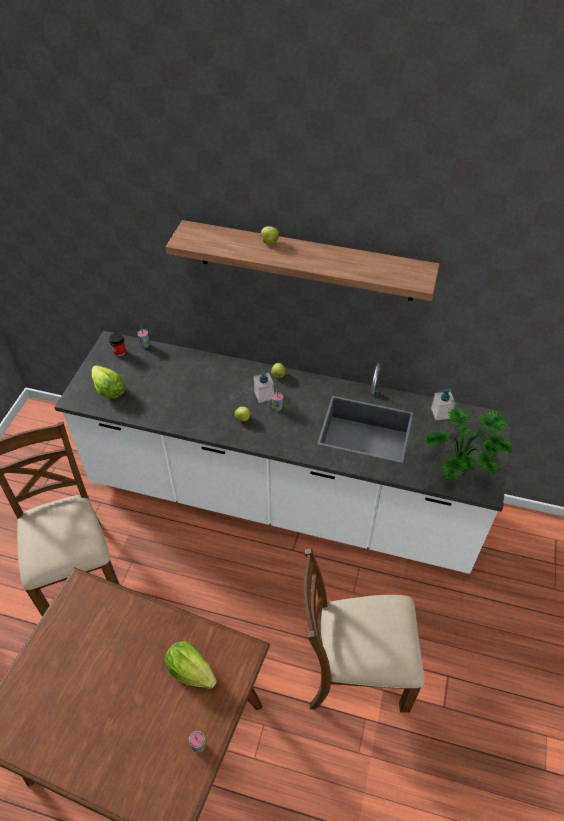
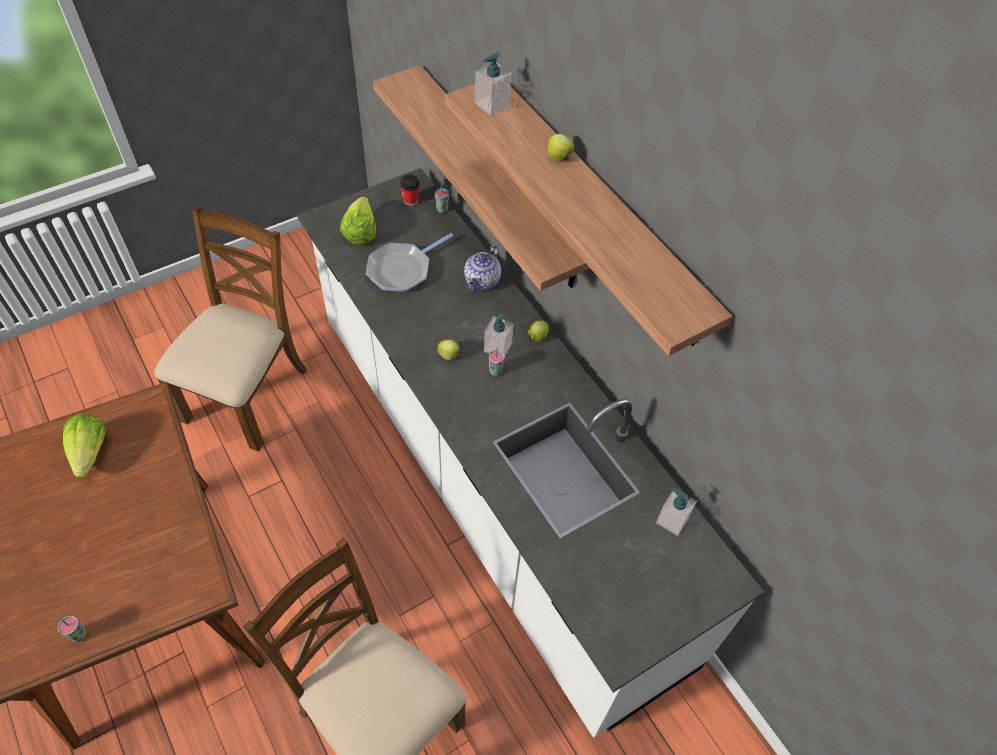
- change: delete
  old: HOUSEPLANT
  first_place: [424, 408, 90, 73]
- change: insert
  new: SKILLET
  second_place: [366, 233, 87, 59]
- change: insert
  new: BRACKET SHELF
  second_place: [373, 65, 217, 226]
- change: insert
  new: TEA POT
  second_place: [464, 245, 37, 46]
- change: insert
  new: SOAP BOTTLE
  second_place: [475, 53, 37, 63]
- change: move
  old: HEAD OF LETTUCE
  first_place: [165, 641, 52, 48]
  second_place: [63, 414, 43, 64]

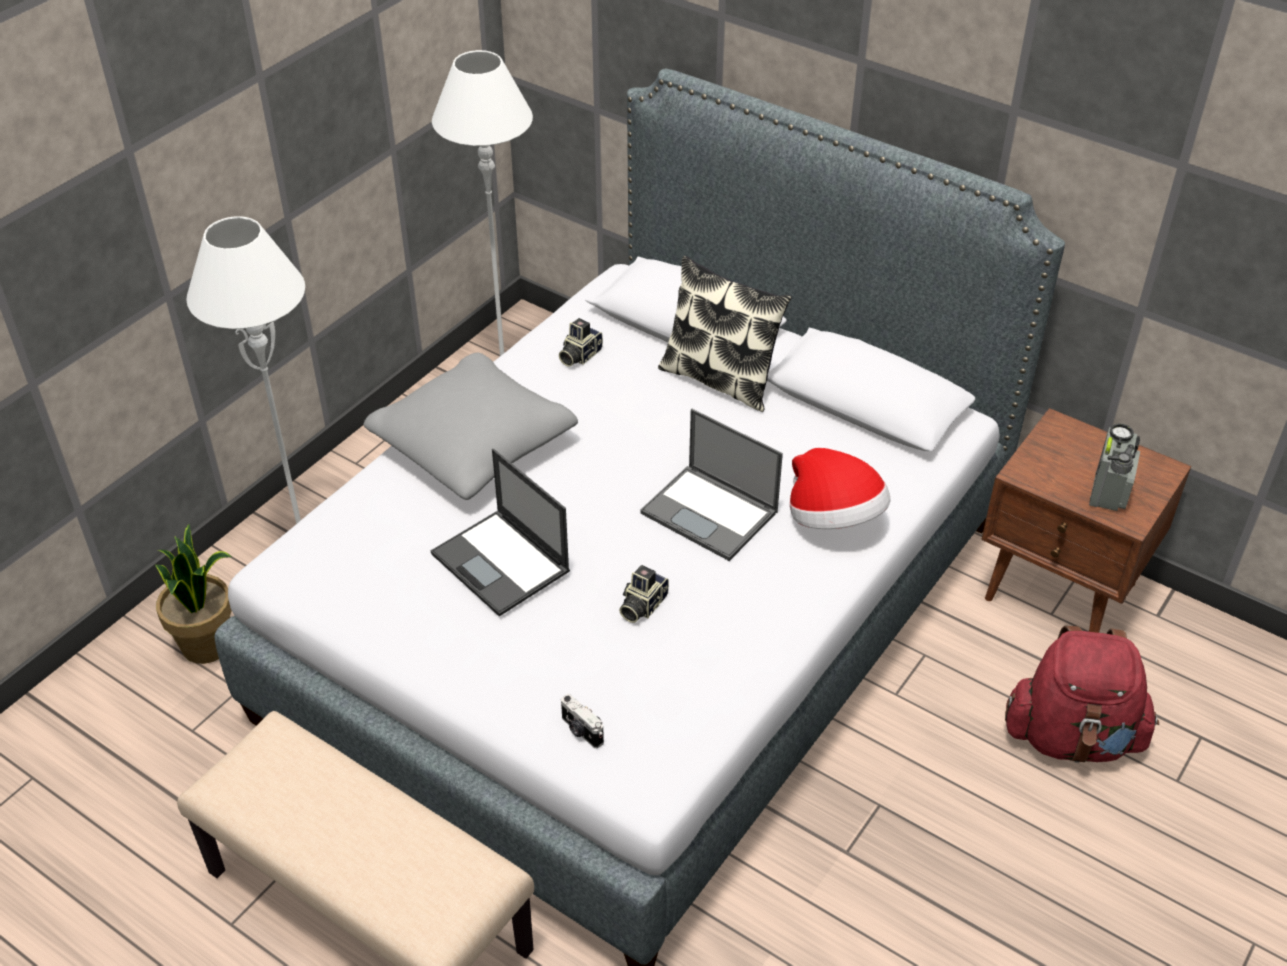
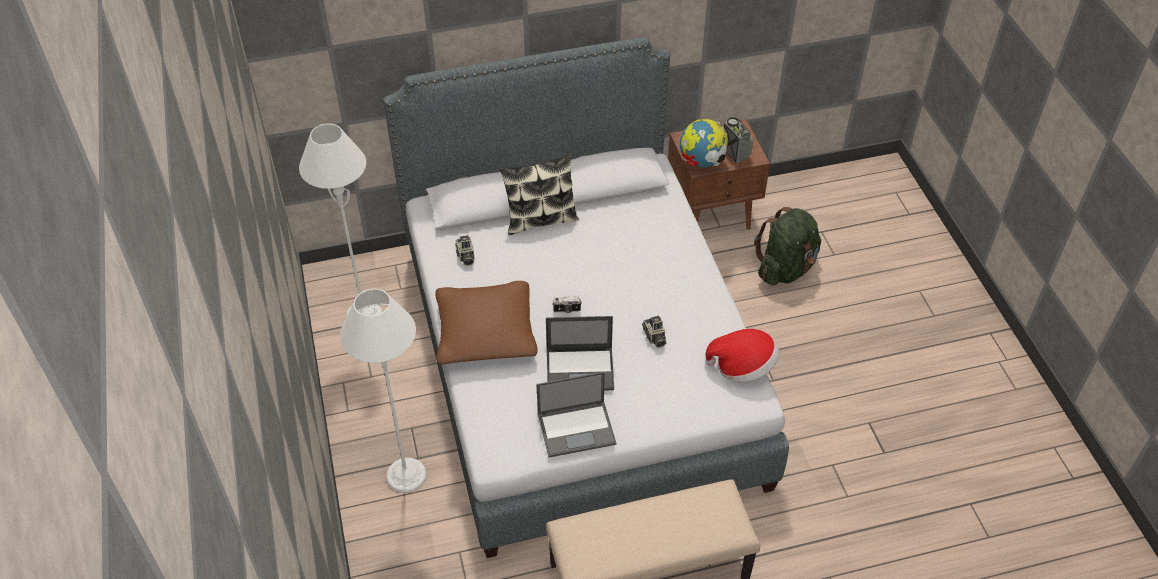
- change: delete
  old: HOUSEPLANT
  first_place: [155, 523, 77, 141]
- change: insert
  new: WORLD GLOBE
  second_place: [680, 119, 48, 48]
- change: move
  old: STILL CAMERA
  first_place: [561, 694, 43, 54]
  second_place: [552, 296, 30, 17]
- change: move
  old: PORTABLE COMPUTER
  first_place: [640, 409, 143, 152]
  second_place: [536, 372, 80, 86]
- change: move
  old: HAT
  first_place: [790, 448, 101, 81]
  second_place: [705, 329, 74, 53]
- change: recolor
  old: GRAY PILLOW
  new: BROWN-COLOURED PILLOW
  first_place: [363, 353, 215, 147]
  second_place: [435, 281, 103, 83]
- change: recolor
  old: RED RUCKSACK
  new: GREEN-COLOURED RUCKSACK
  first_place: [1005, 626, 154, 137]
  second_place: [754, 207, 67, 78]

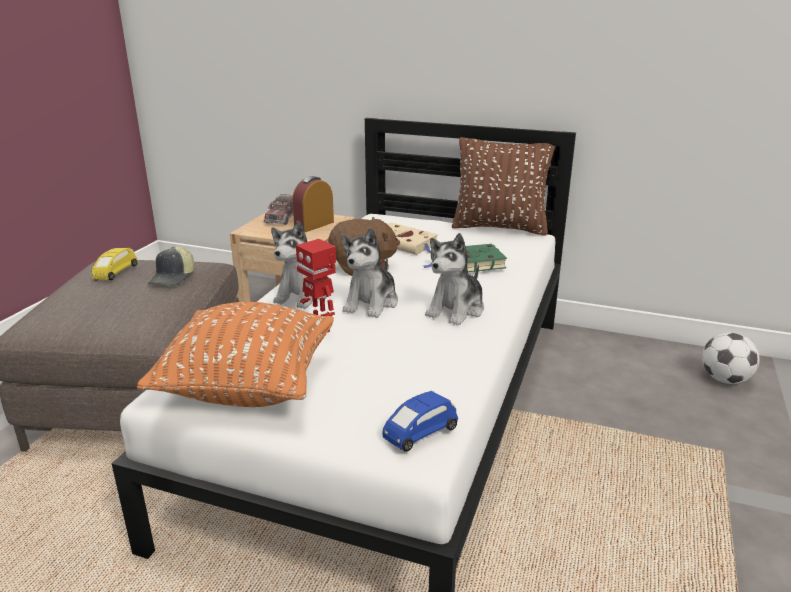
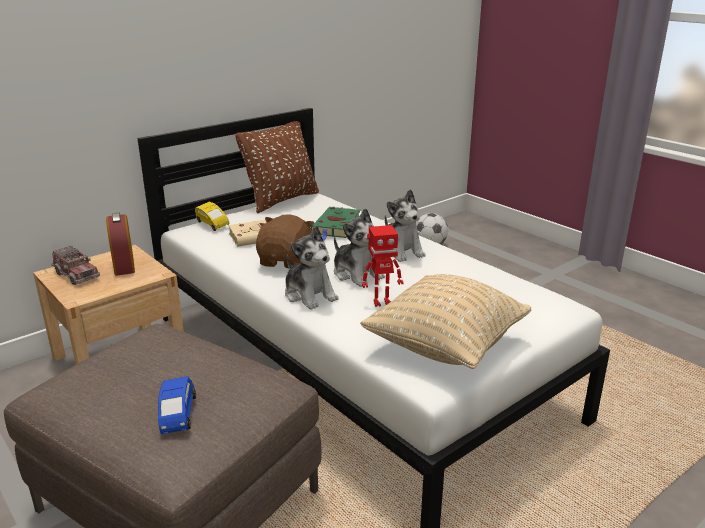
- change: delete
  old: CAP
  first_place: [148, 246, 46, 40]
- change: move
  old: YELLOWISH TOY CAR
  first_place: [91, 248, 46, 32]
  second_place: [195, 202, 35, 29]
- change: move
  old: BLUE-COLOURED TOY CAR
  first_place: [382, 391, 76, 61]
  second_place: [158, 376, 38, 58]
- change: recolor
  old: ORANGE-COLOURED PILLOW
  new: BEIGE PILLOW
  first_place: [137, 302, 197, 105]
  second_place: [360, 274, 171, 95]

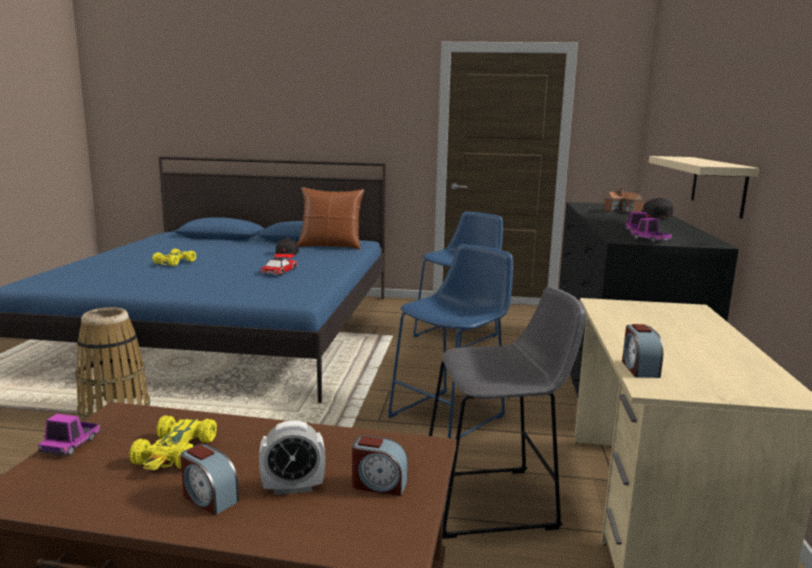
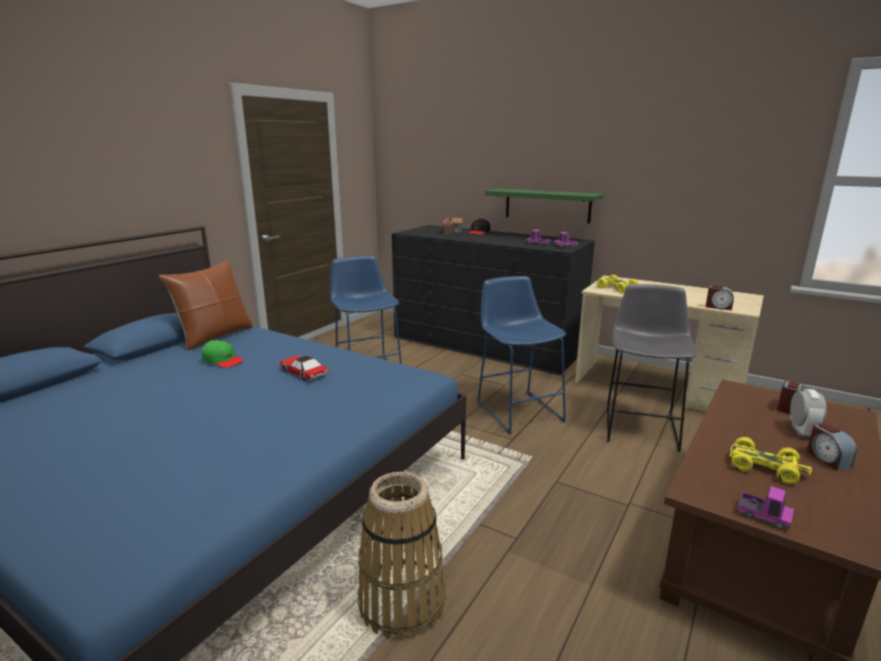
- change: move
  old: YELLOWISH TOY CAR
  first_place: [152, 248, 44, 18]
  second_place: [597, 275, 41, 18]
- change: recolor
  old: BLACK-COLOURED CAP
  new: GREEN-COLOURED CAP
  first_place: [274, 238, 25, 20]
  second_place: [201, 340, 43, 28]
- change: recolor
  old: BEIGE BRACKET SHELF
  new: GREEN-COLOURED BRACKET SHELF
  first_place: [649, 156, 110, 63]
  second_place: [485, 189, 119, 35]
- change: rotate
  old: BEDSIDE CLOCK
  first_place: [180, 444, 59, 71]
  second_place: [807, 423, 50, 48]
  degrees: 105

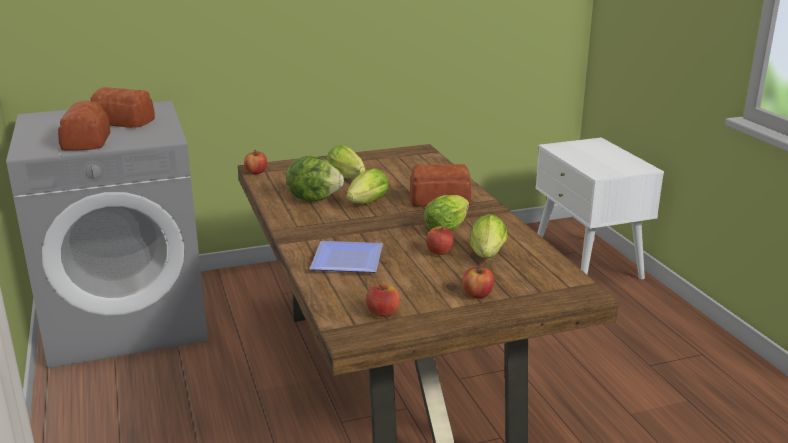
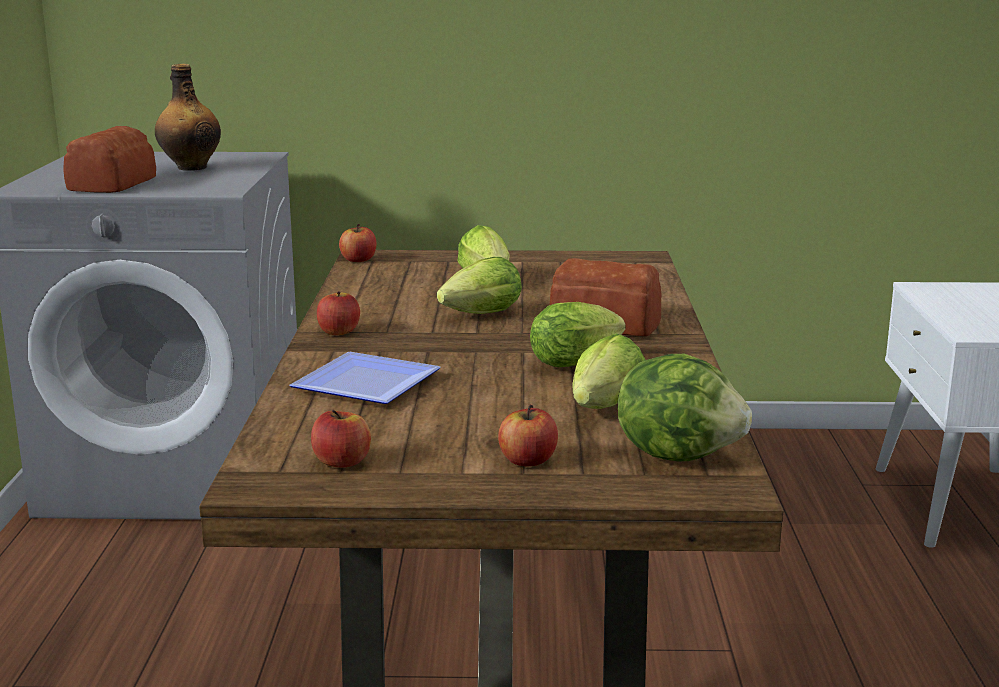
- change: move
  old: HEAD OF LETTUCE
  first_place: [286, 155, 58, 47]
  second_place: [618, 354, 134, 108]
- change: move
  old: APPLE
  first_place: [426, 226, 28, 29]
  second_place: [317, 291, 43, 44]
- change: replace
  old: BAKED BREAD
  new: BOTTLE
  first_place: [91, 87, 64, 41]
  second_place: [155, 64, 66, 107]

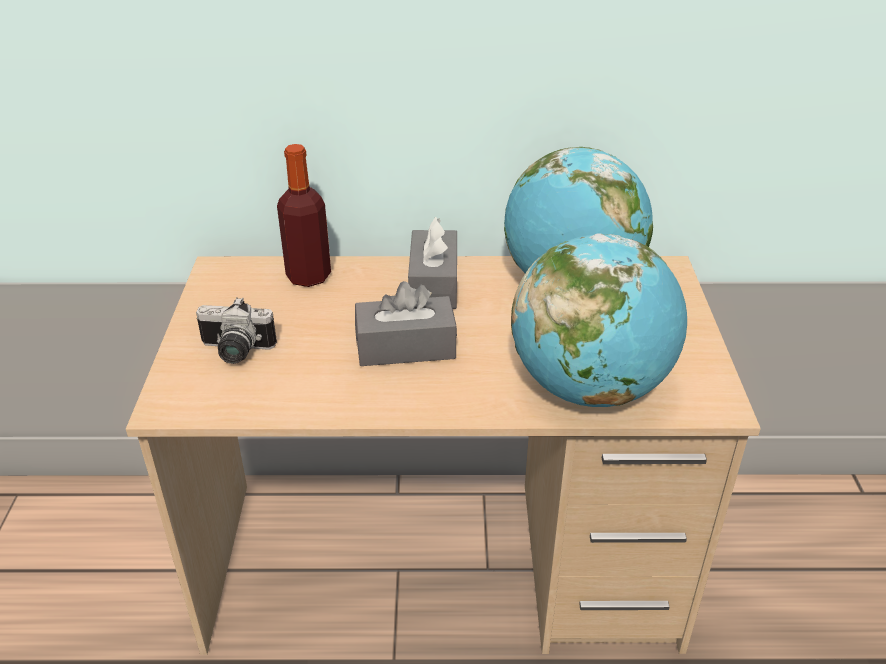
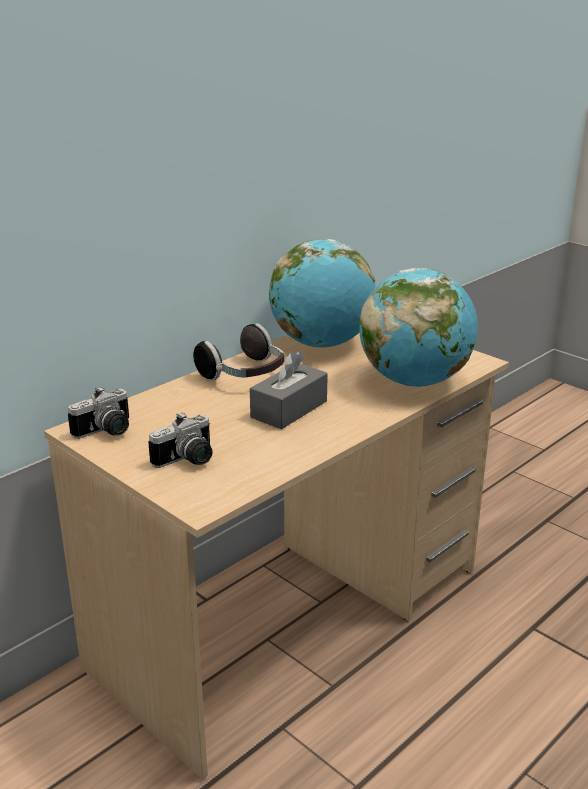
- change: delete
  old: BOTTLE
  first_place: [277, 144, 54, 143]
- change: insert
  new: STILL CAMERA
  second_place: [68, 386, 61, 53]
- change: replace
  old: GRAY TISSUE BOX
  new: PAIR OF HEADPHONES
  first_place: [408, 217, 49, 92]
  second_place: [193, 323, 91, 58]

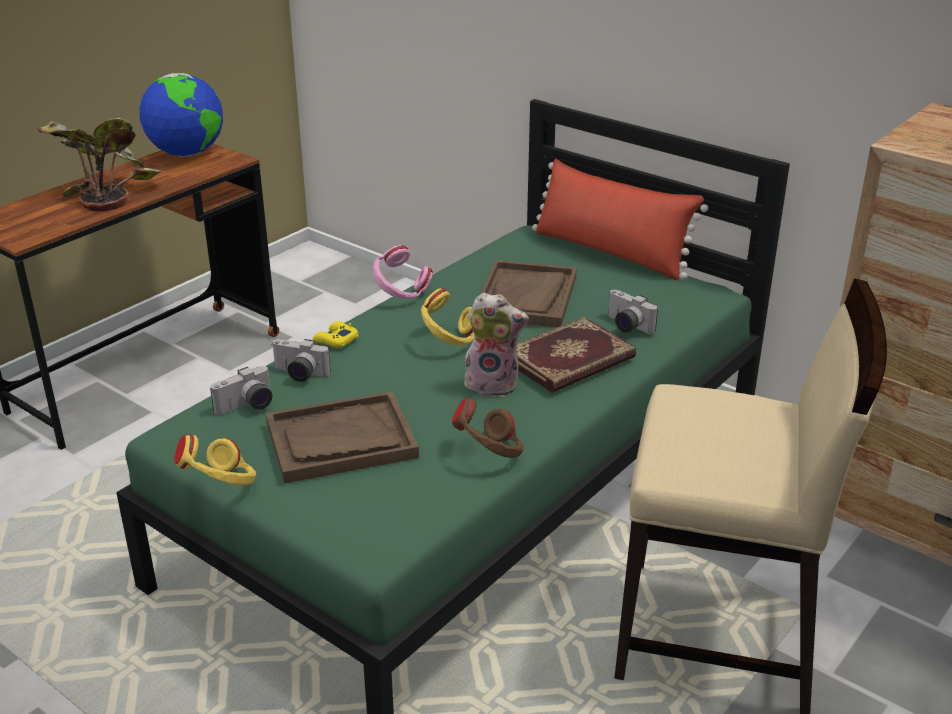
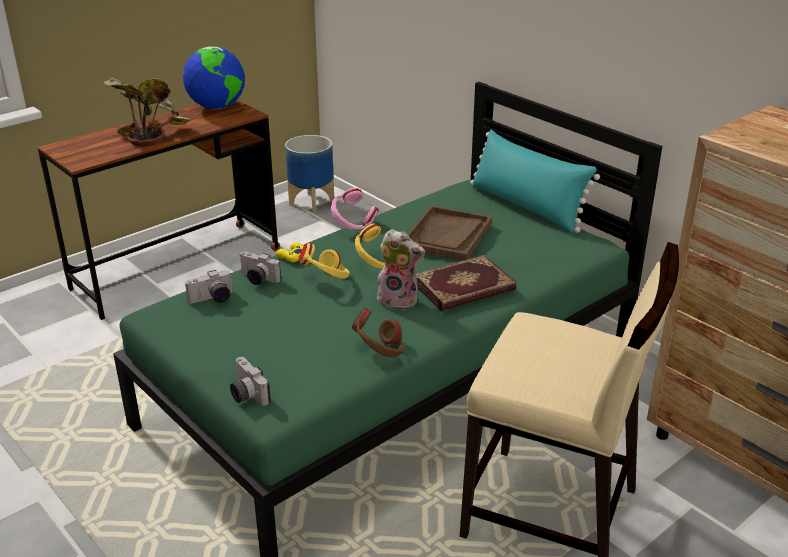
- change: delete
  old: BROWN-COLOURED CARRYING TRAY
  first_place: [266, 391, 153, 92]
- change: insert
  new: FLOWER POT
  second_place: [285, 135, 49, 78]
- change: move
  old: YELLOWISH PAIR OF HEADPHONES
  first_place: [174, 434, 82, 52]
  second_place: [299, 243, 51, 36]
- change: move
  old: STILL CAMERA
  first_place: [609, 290, 49, 44]
  second_place: [230, 357, 41, 49]
- change: recolor
  old: RED PILLOW
  new: TURQUOISE-COLOURED PILLOW
  first_place: [532, 159, 176, 121]
  second_place: [470, 130, 130, 103]

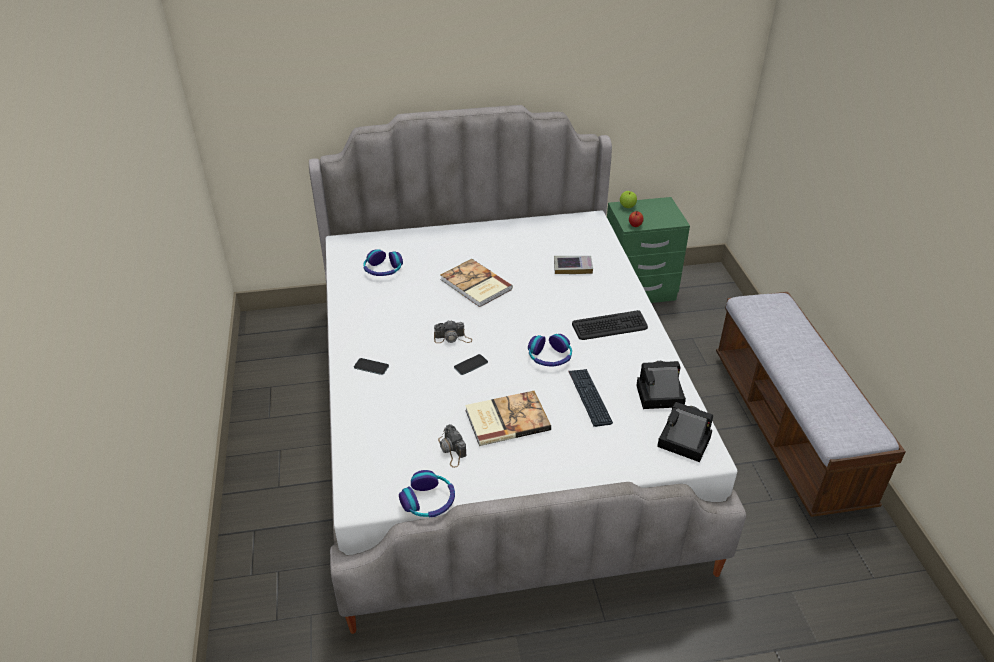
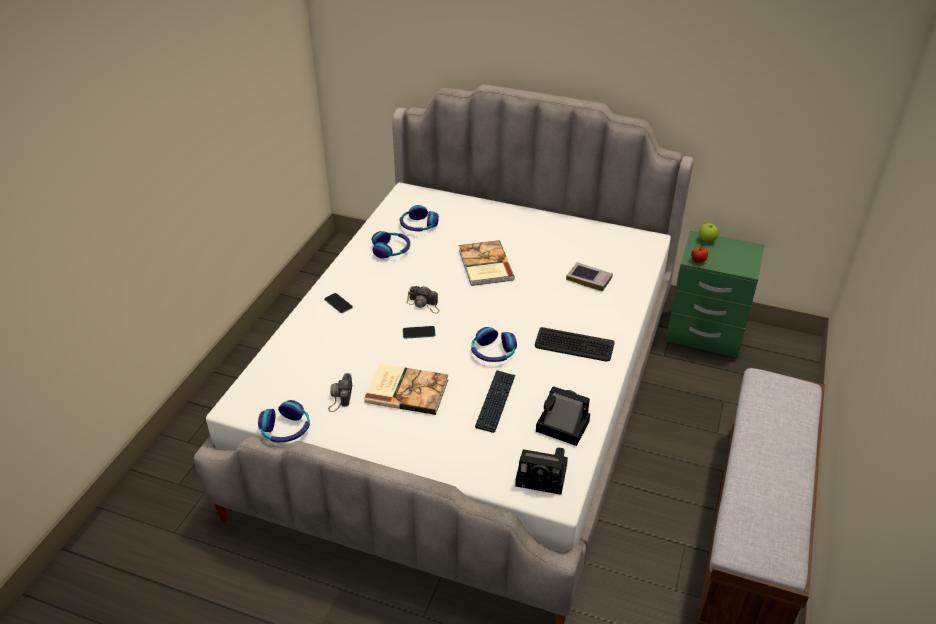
- change: insert
  new: PAIR OF HEADPHONES
  second_place: [372, 231, 38, 28]
- change: rotate
  old: STILL CAMERA
  first_place: [657, 402, 56, 60]
  second_place: [515, 447, 53, 48]
  degrees: 135

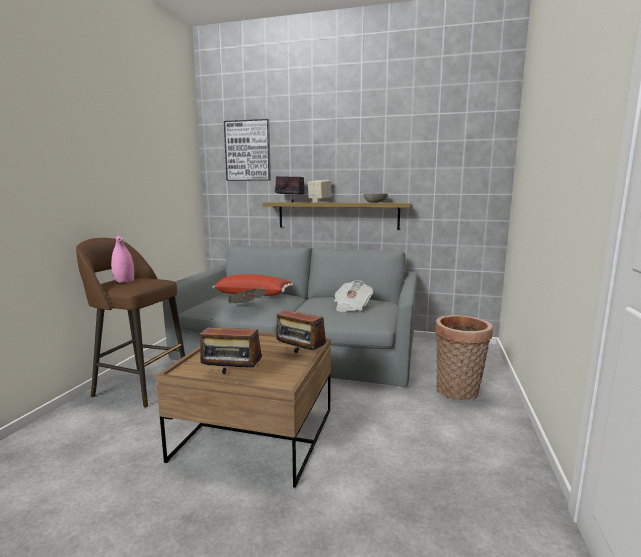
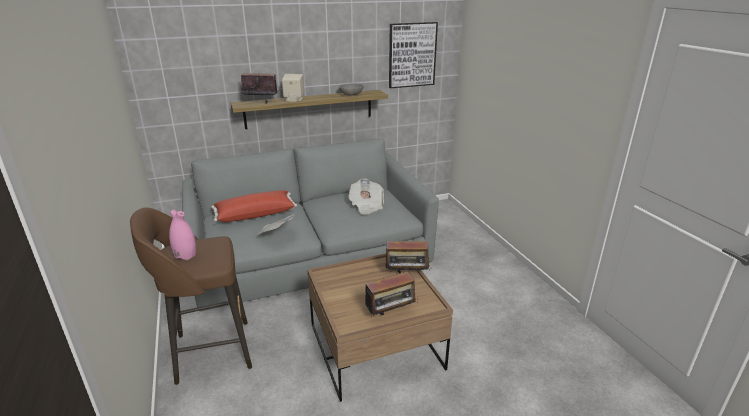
- change: delete
  old: BASKET
  first_place: [435, 315, 58, 85]
- change: move
  old: WALL PICTURE
  first_place: [224, 119, 47, 62]
  second_place: [389, 22, 49, 66]

